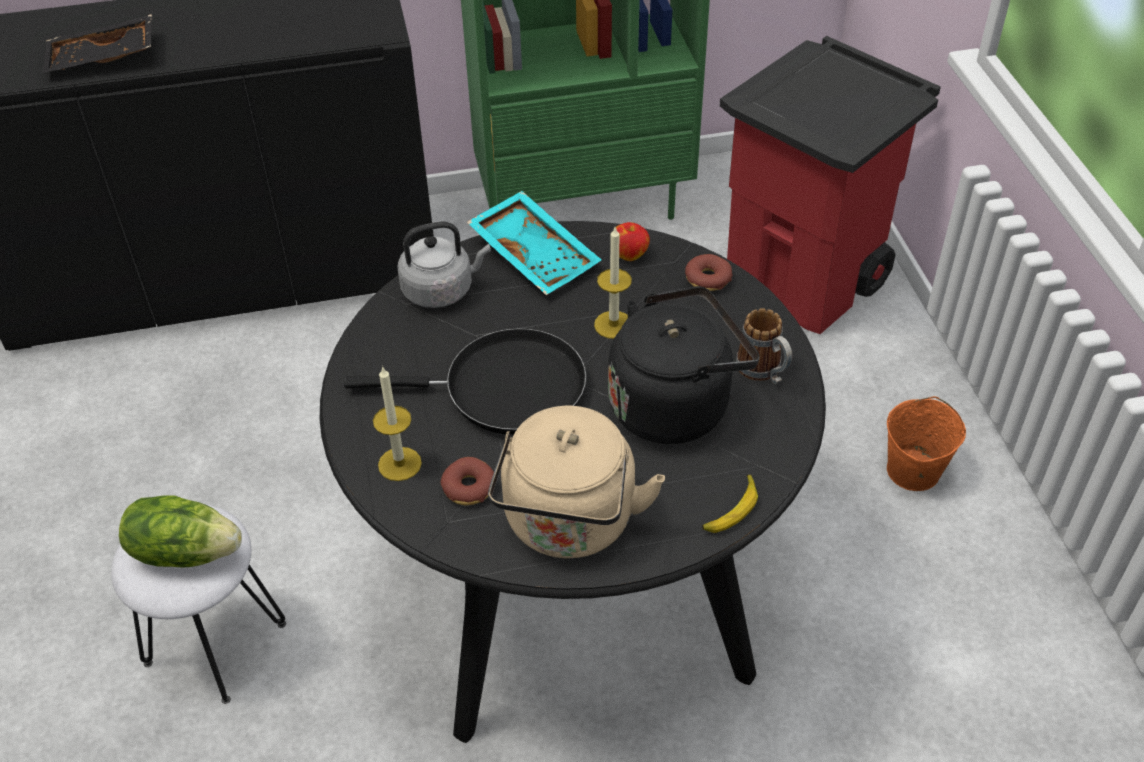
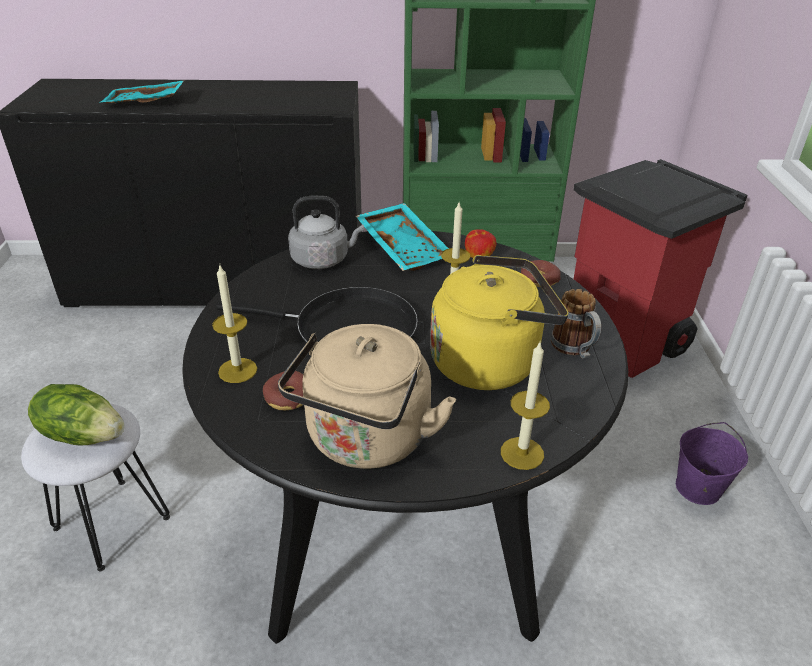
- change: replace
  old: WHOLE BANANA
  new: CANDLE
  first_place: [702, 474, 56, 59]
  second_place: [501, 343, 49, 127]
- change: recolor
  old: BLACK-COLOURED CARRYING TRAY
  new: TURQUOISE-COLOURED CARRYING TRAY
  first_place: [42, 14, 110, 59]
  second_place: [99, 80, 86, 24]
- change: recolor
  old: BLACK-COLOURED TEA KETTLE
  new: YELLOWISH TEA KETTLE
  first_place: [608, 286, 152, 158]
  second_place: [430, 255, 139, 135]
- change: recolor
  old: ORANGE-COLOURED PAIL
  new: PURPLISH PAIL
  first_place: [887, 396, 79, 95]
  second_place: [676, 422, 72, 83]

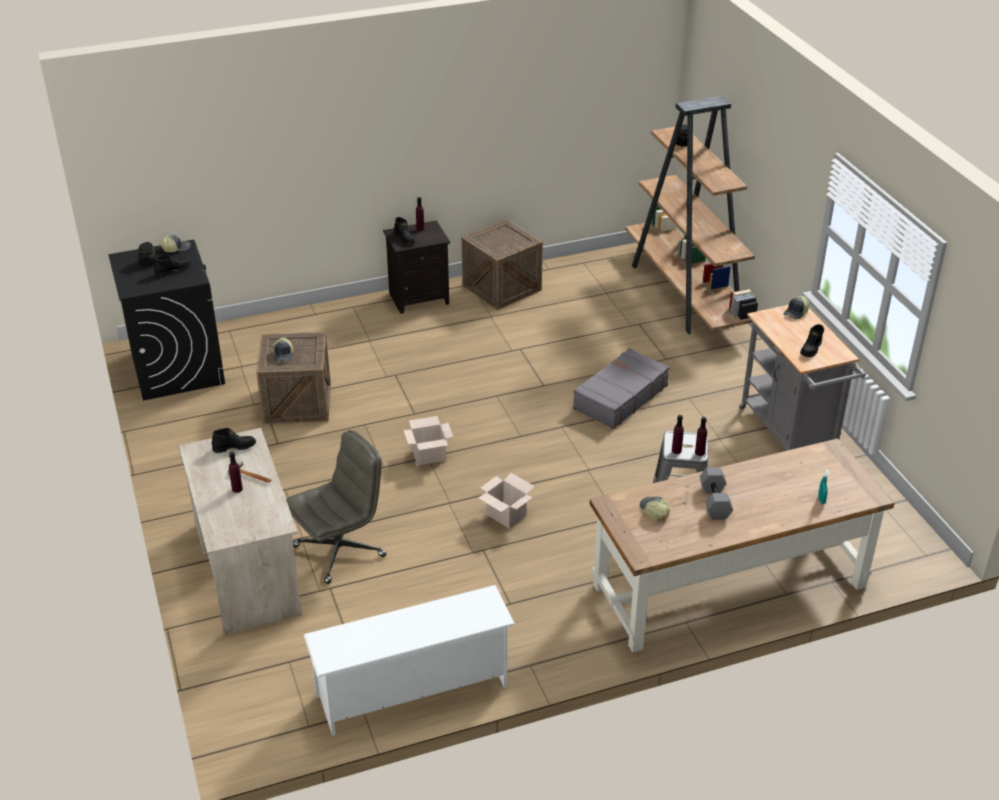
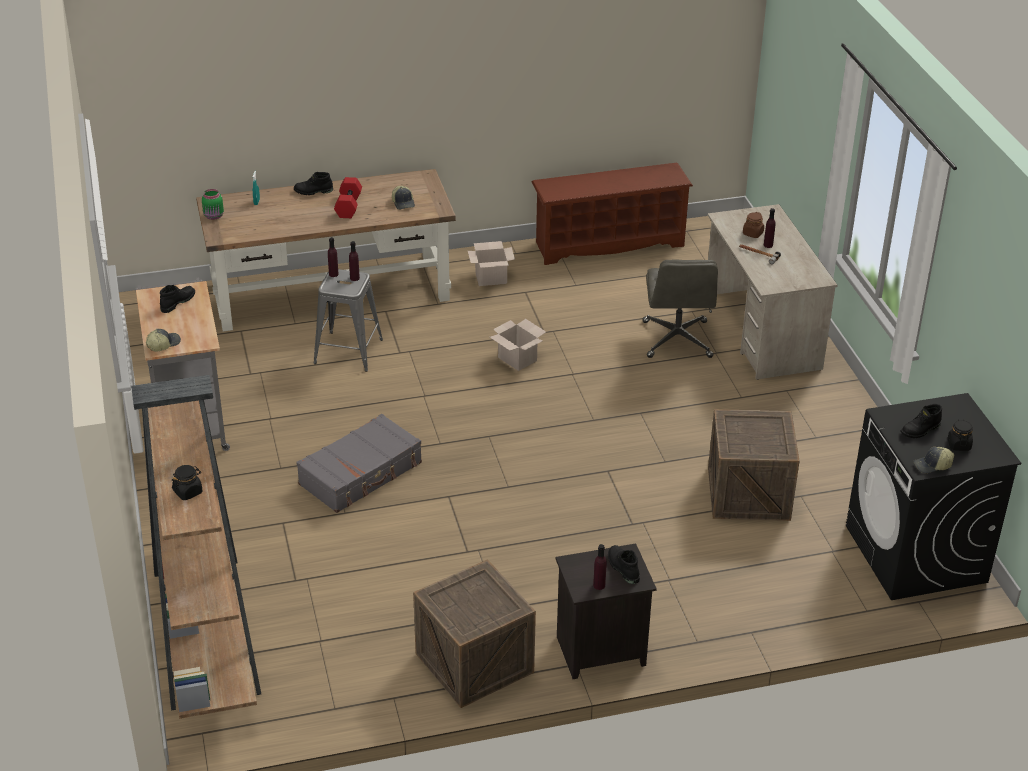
- change: delete
  old: CAP
  first_place: [273, 338, 20, 24]
- change: insert
  new: GREEN-COLOURED STORAGE JAR
  second_place: [202, 189, 22, 31]
- change: insert
  new: BROWN-COLOURED STORAGE JAR
  second_place: [743, 212, 21, 26]
- change: move
  old: BLACK-COLOURED BOOT
  first_place: [212, 428, 44, 25]
  second_place: [294, 172, 39, 23]
- change: move
  old: PACKING BOX
  first_place: [404, 416, 49, 49]
  second_place: [468, 241, 47, 45]
- change: recolor
  old: WHITISH SHOE RACK
  new: BROWN-COLOURED SHOE RACK
  first_place: [304, 585, 211, 151]
  second_place: [532, 163, 161, 102]
- change: recolor
  old: GRAY DUMBBELL
  new: RED DUMBBELL
  first_place: [700, 467, 33, 52]
  second_place: [334, 177, 28, 41]
- change: rotate
  old: GRAY COMPUTER CHAIR
  first_place: [286, 430, 100, 154]
  second_place: [642, 260, 76, 98]
  degrees: -60

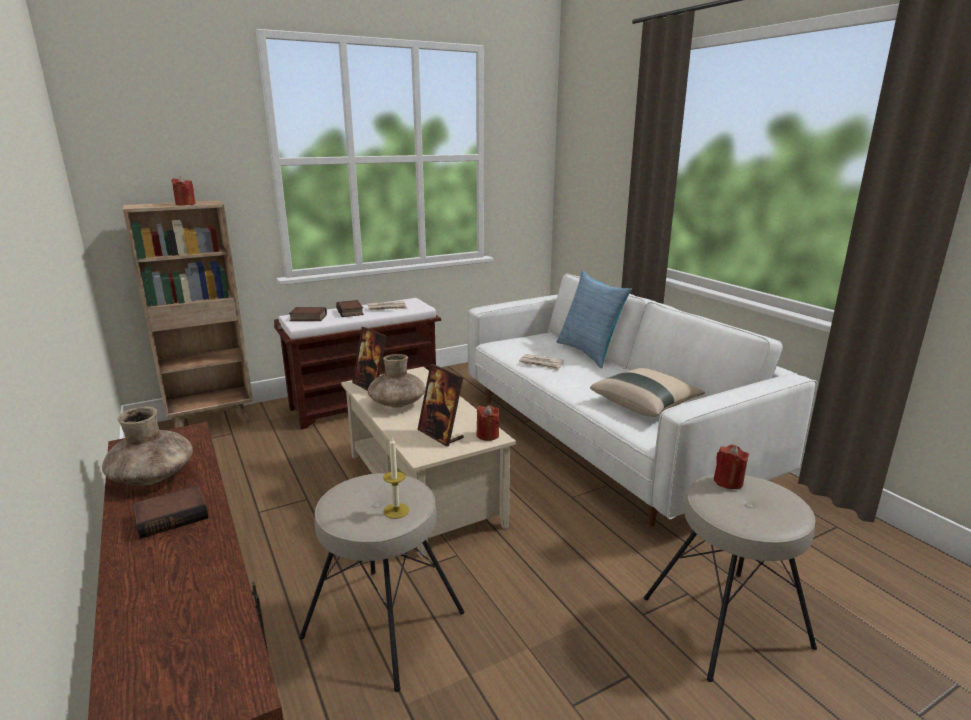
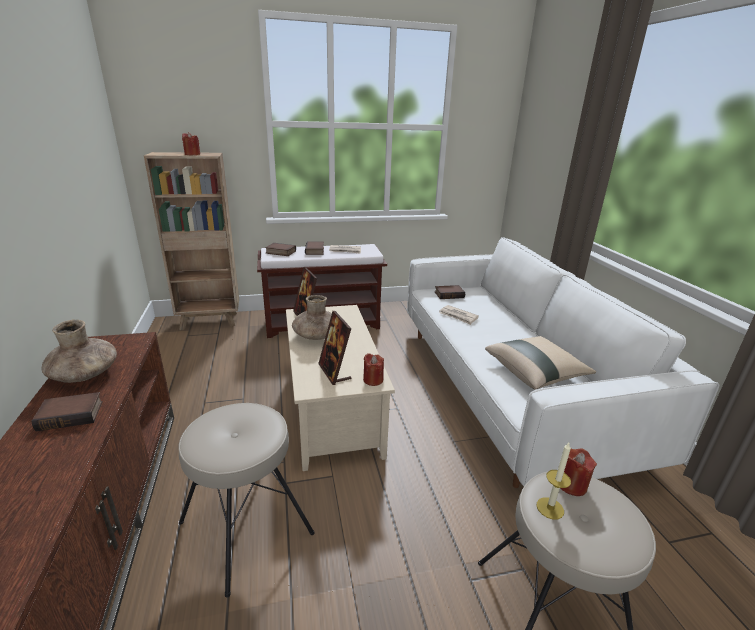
- change: delete
  old: PILLOW
  first_place: [556, 270, 76, 98]
- change: insert
  new: BOOK
  second_place: [435, 285, 30, 14]
- change: move
  old: CANDLE
  first_place: [383, 437, 26, 82]
  second_place: [537, 443, 34, 77]

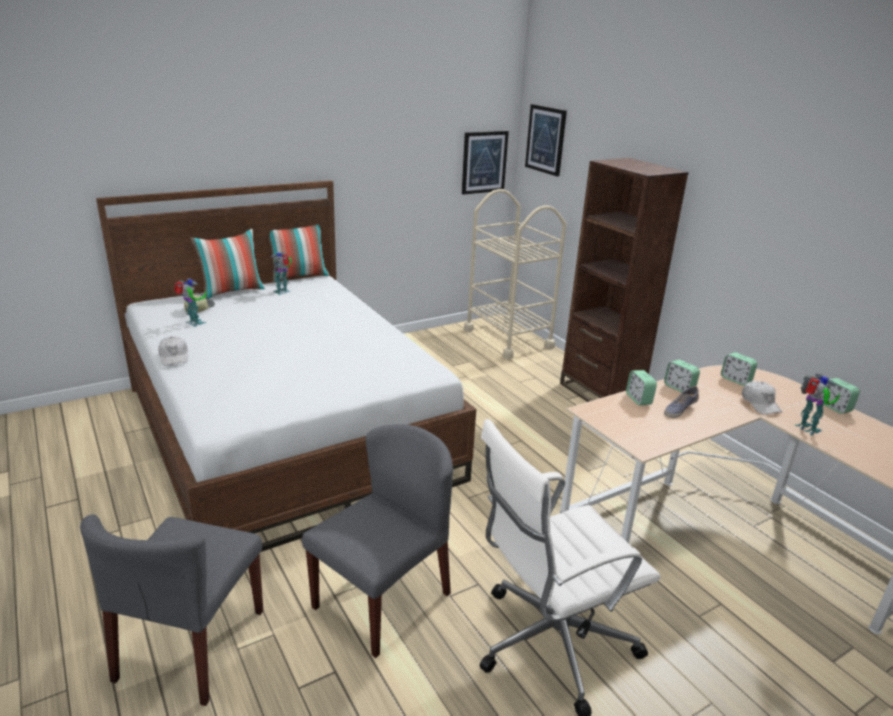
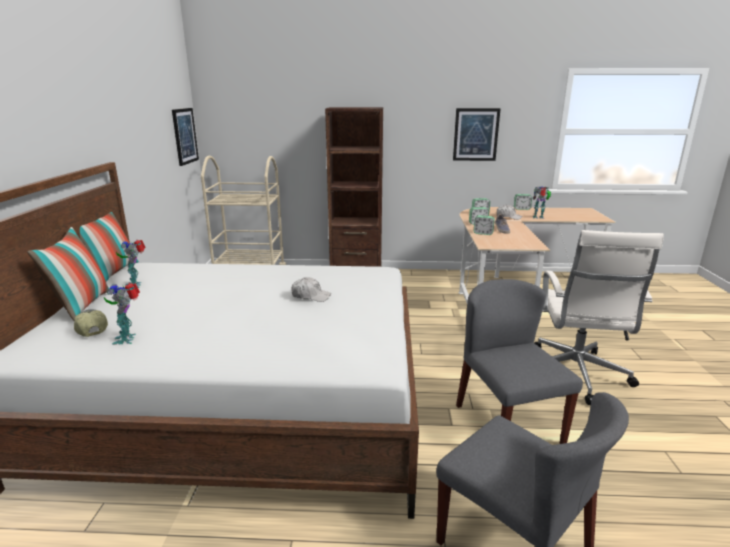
- change: move
  old: WHITISH CAP
  first_place: [158, 336, 30, 30]
  second_place: [291, 277, 40, 25]
- change: move
  old: WALL PICTURE
  first_place: [525, 104, 42, 72]
  second_place: [453, 108, 48, 53]
- change: rotate
  old: ROBOT FIGURE
  first_place: [174, 278, 33, 49]
  second_place: [104, 283, 36, 62]
  degrees: -90

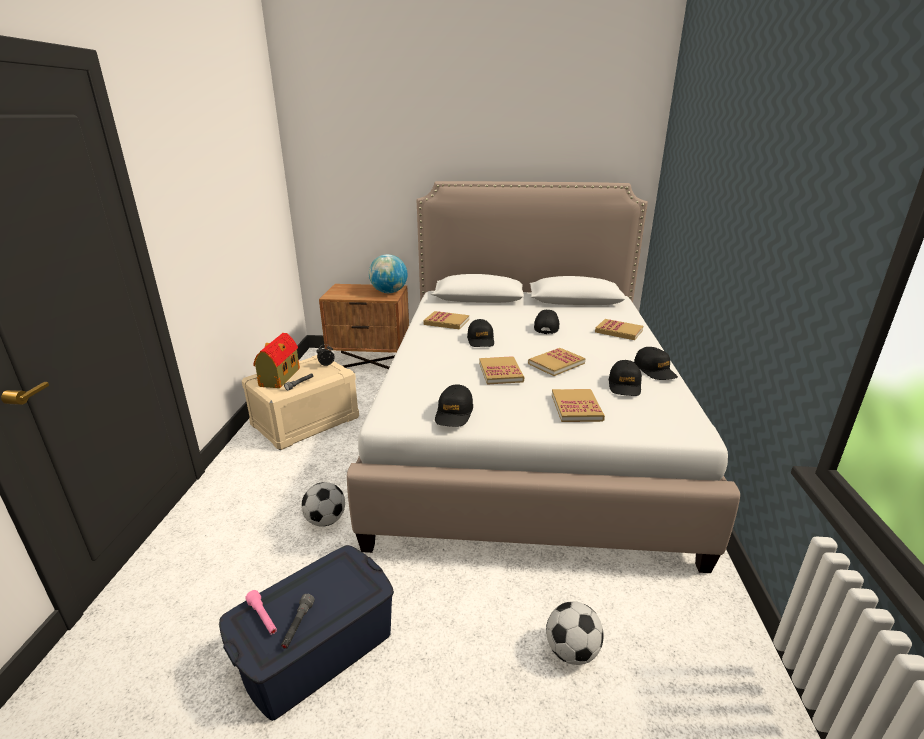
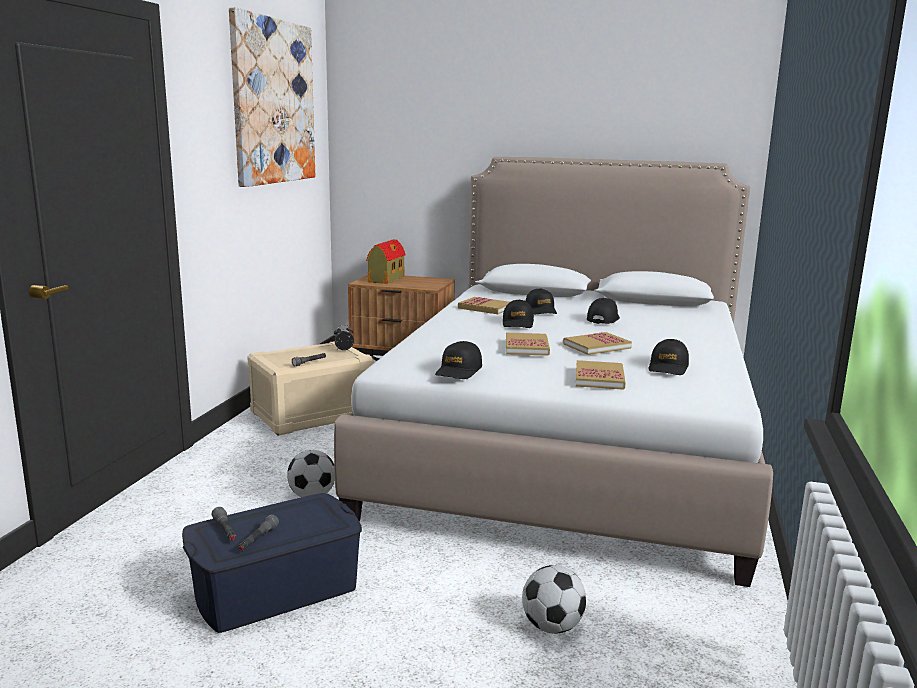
- change: delete
  old: WORLD GLOBE
  first_place: [369, 254, 39, 39]
- change: delete
  old: BOOK
  first_place: [595, 319, 48, 21]
- change: insert
  new: WALL PICTURE
  second_place: [229, 7, 86, 180]
- change: move
  old: MINIATURE HOUSE
  first_place: [253, 333, 47, 55]
  second_place: [366, 239, 40, 45]
- change: move
  old: BLACK-COLOURED CAP
  first_place: [634, 347, 44, 33]
  second_place: [526, 288, 31, 26]
- change: recolor
  old: PINKISH TORCH
  new: GRAY TORCH
  first_place: [245, 590, 32, 45]
  second_place: [212, 507, 24, 34]

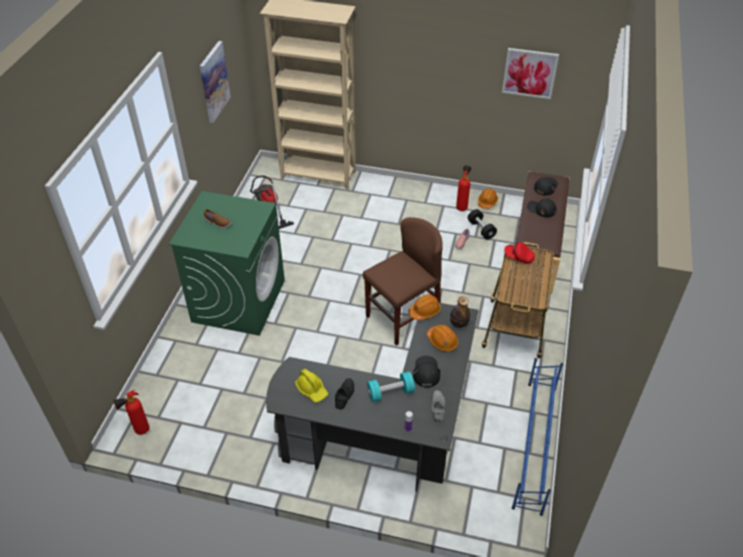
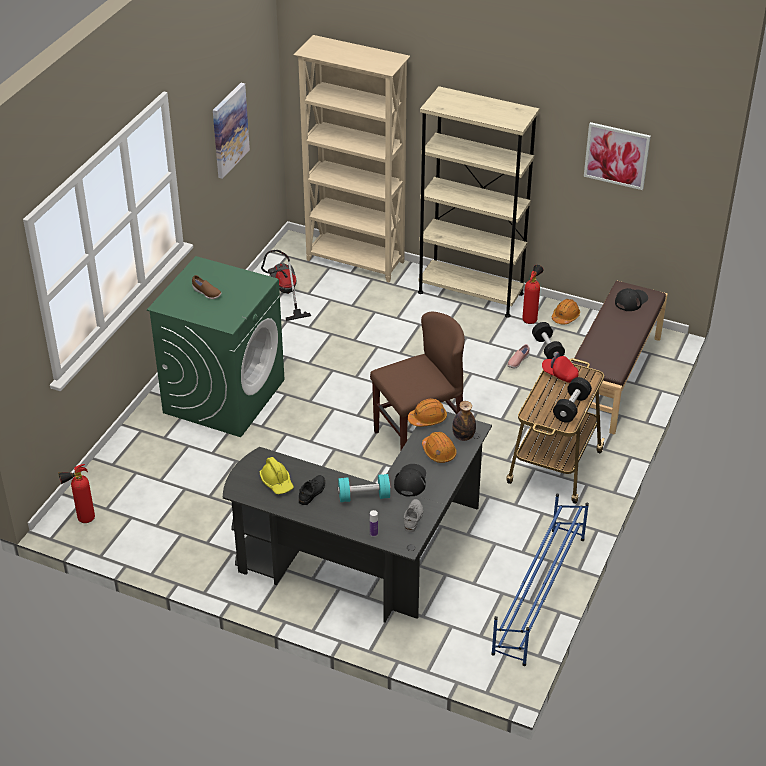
- change: delete
  old: BLACK-COLOURED CAP
  first_place: [527, 199, 30, 18]
- change: insert
  new: BEIGE BOOKSHELF
  second_place: [418, 86, 121, 232]
- change: insert
  new: BLACK-COLOURED DUMBBELL
  second_place: [553, 377, 39, 46]

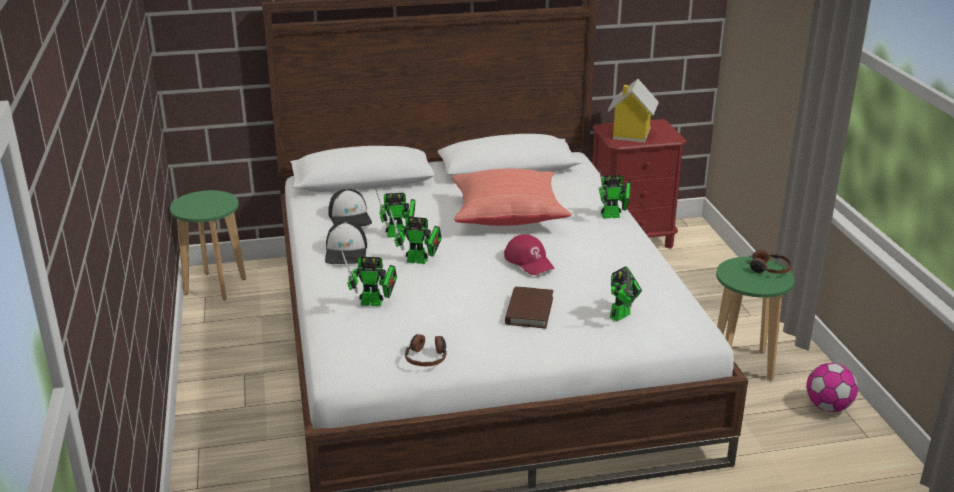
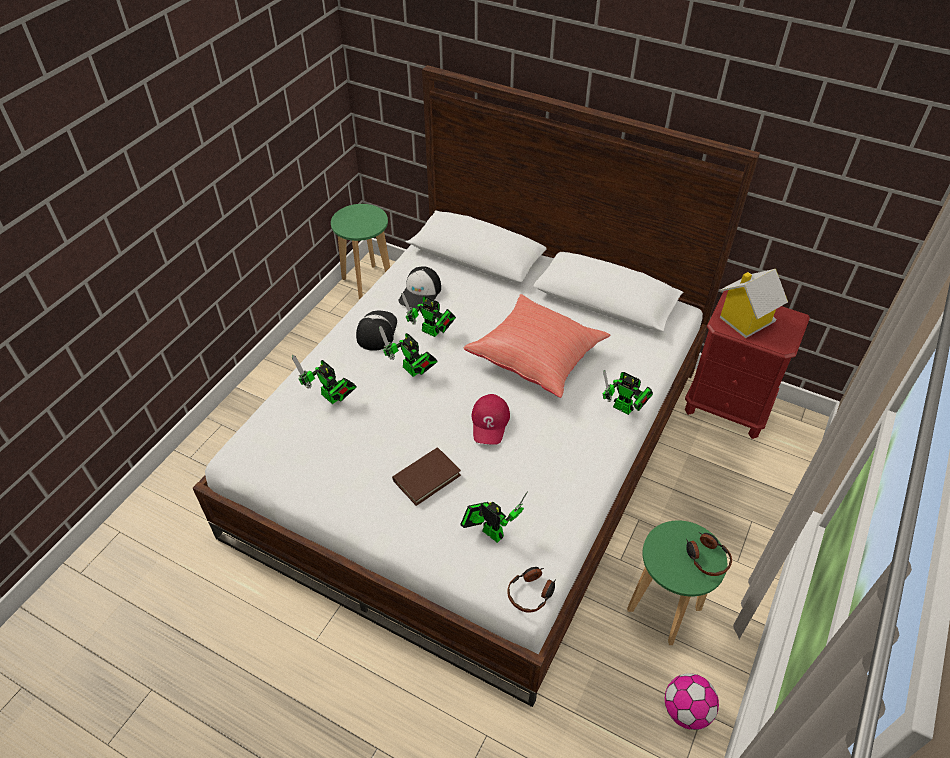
- change: move
  old: PAIR OF HEADPHONES
  first_place: [405, 334, 41, 32]
  second_place: [507, 567, 49, 46]
- change: rotate
  old: CAP
  first_place: [325, 221, 42, 43]
  second_place: [356, 311, 41, 40]
  degrees: 150
- change: rotate
  old: ROBOT FIGURE
  first_place: [610, 267, 32, 54]
  second_place: [460, 491, 68, 52]
  degrees: -135

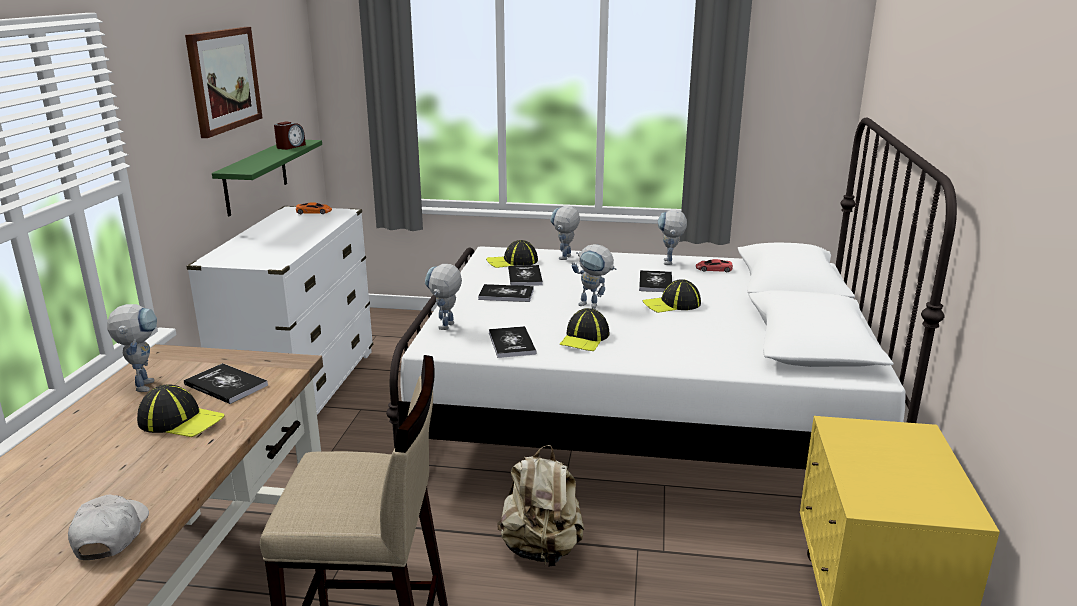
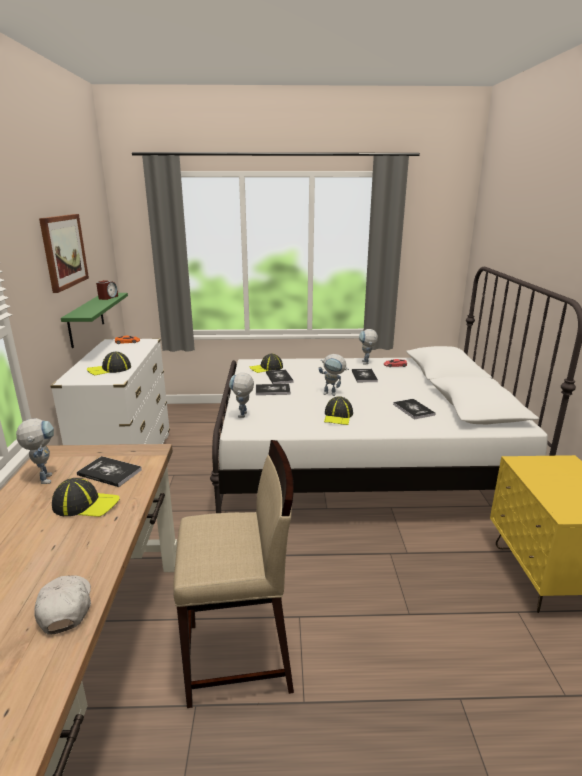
- change: delete
  old: BEIGE RUCKSACK
  first_place: [497, 445, 88, 122]
- change: delete
  old: ROBOT FIGURE
  first_place: [550, 206, 30, 54]
- change: move
  old: BOOK
  first_place: [489, 326, 48, 32]
  second_place: [393, 399, 43, 20]
- change: move
  old: CAP
  first_place: [643, 279, 58, 34]
  second_place: [87, 352, 44, 24]

